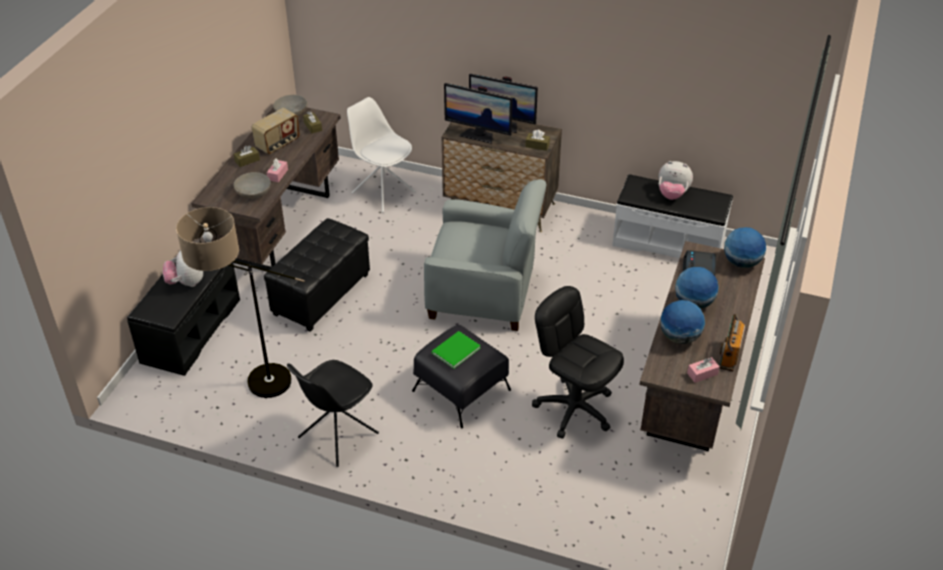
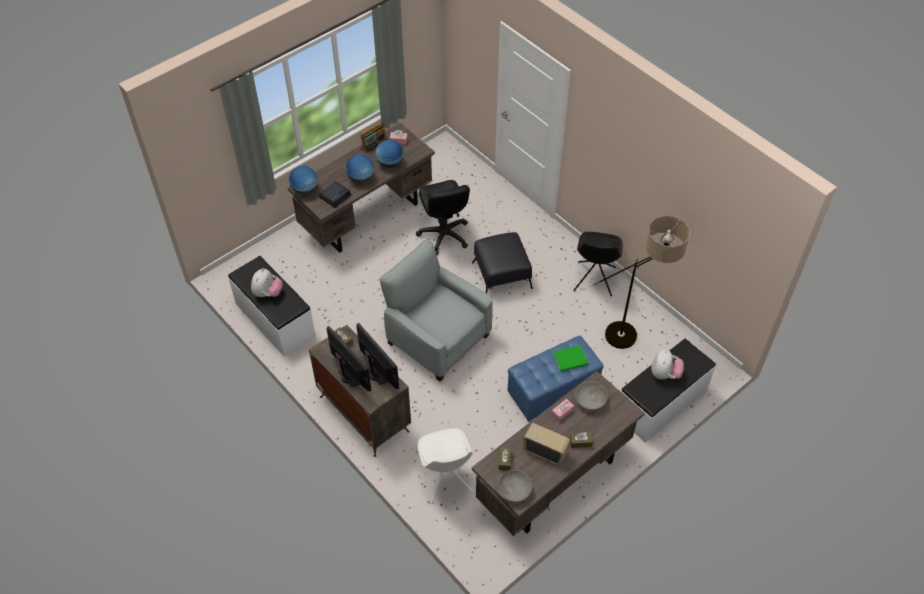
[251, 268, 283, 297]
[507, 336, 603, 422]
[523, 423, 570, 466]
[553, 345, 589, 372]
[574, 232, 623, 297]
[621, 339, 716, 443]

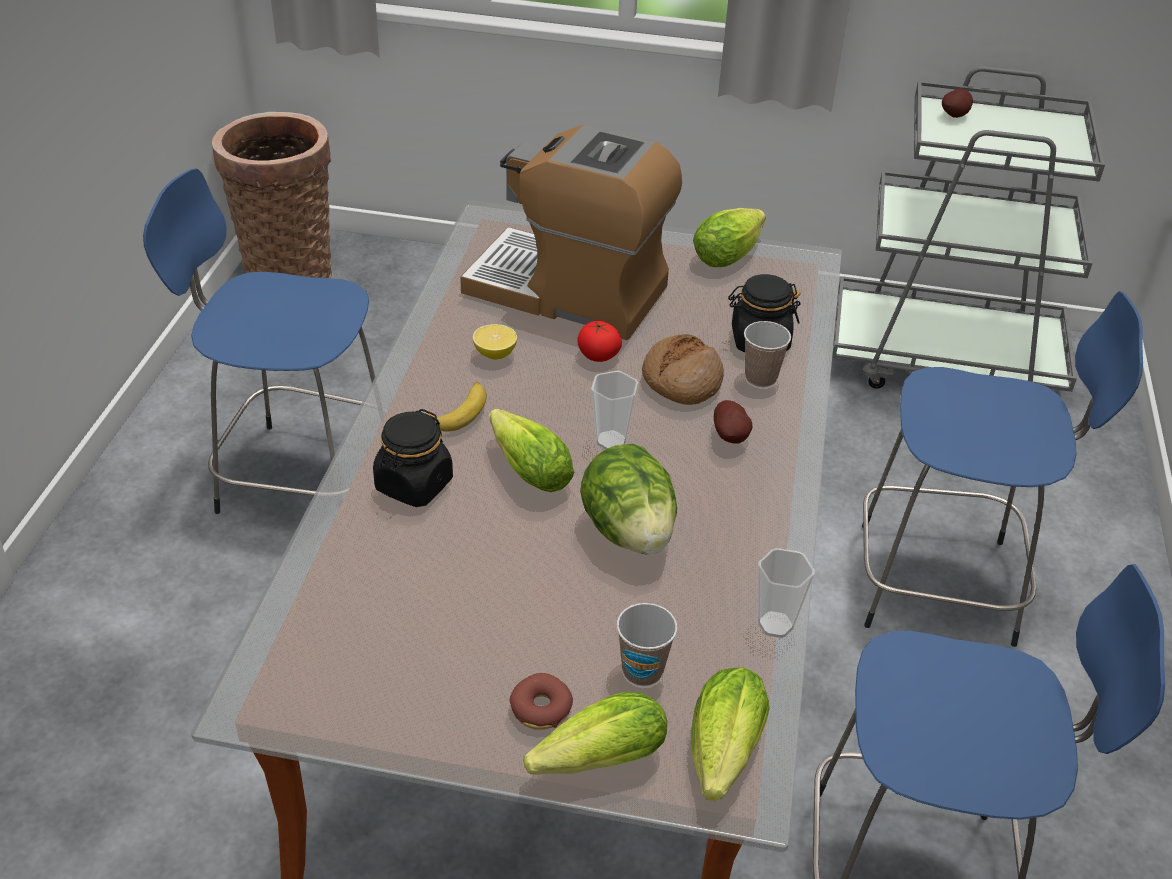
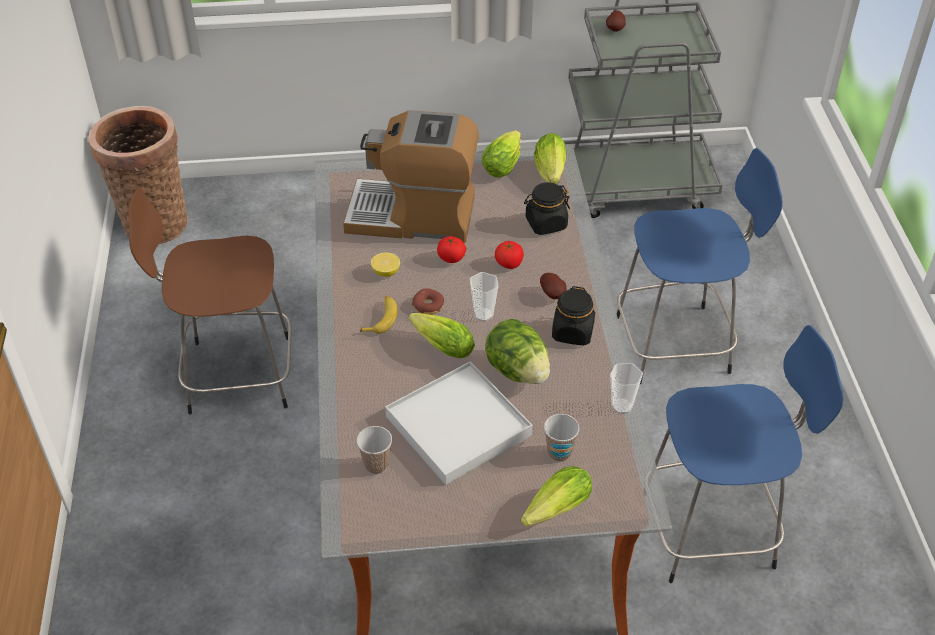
[128, 186, 292, 414]
[357, 426, 392, 474]
[385, 361, 533, 485]
[412, 288, 444, 315]
[495, 241, 524, 269]
[534, 133, 566, 184]
[552, 286, 595, 345]

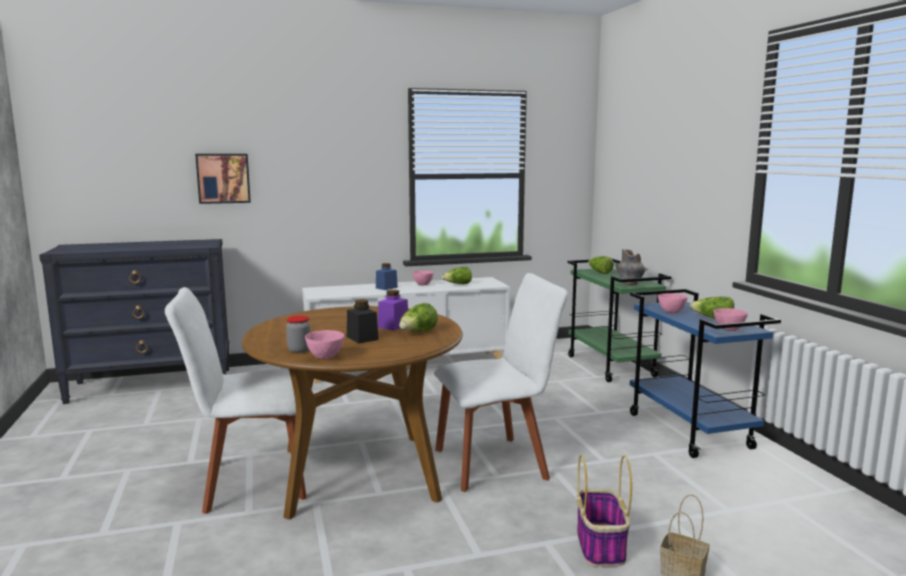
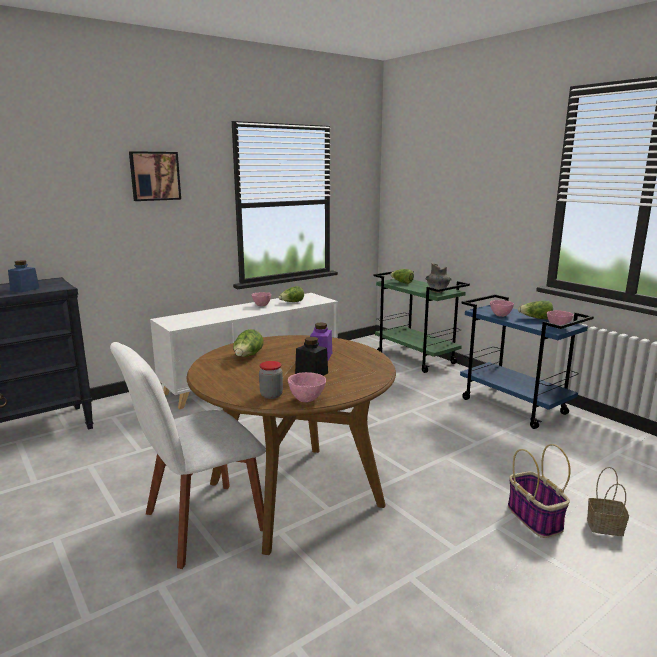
[8, 260, 39, 292]
[129, 151, 181, 201]
[233, 329, 264, 357]
[434, 273, 568, 492] (first image)

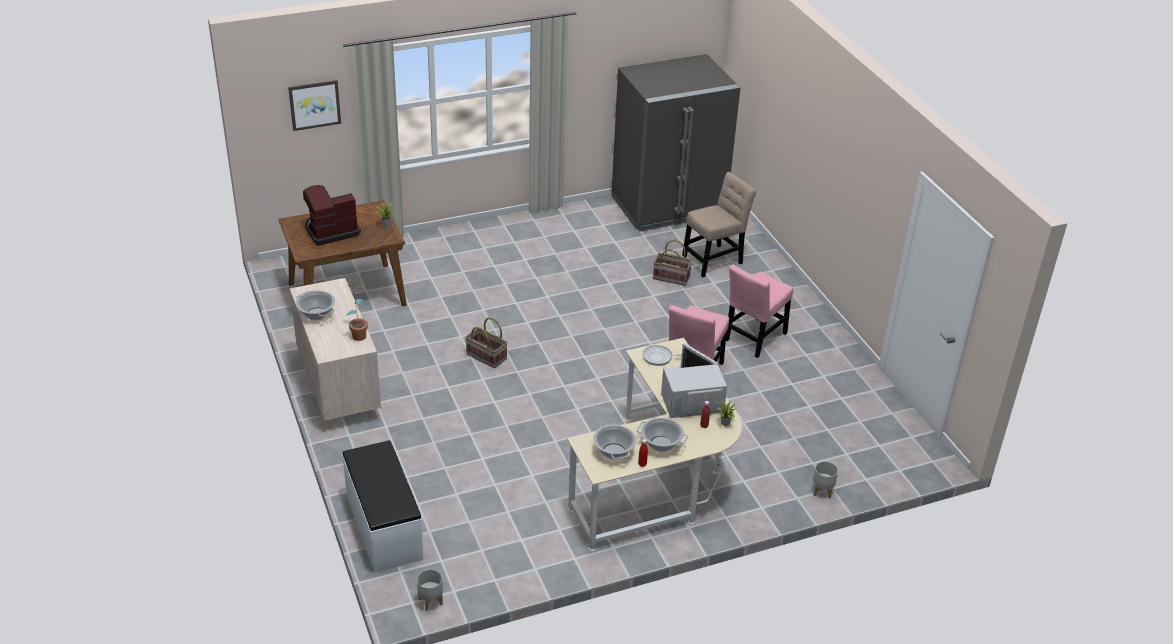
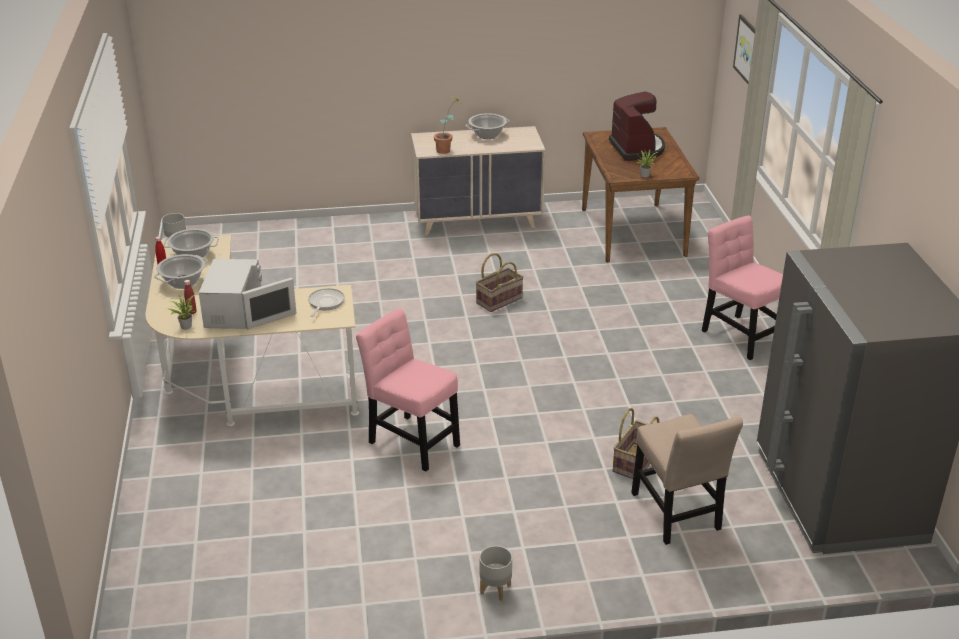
[480, 546, 512, 601]
[702, 215, 783, 360]
[342, 440, 424, 573] (first image)

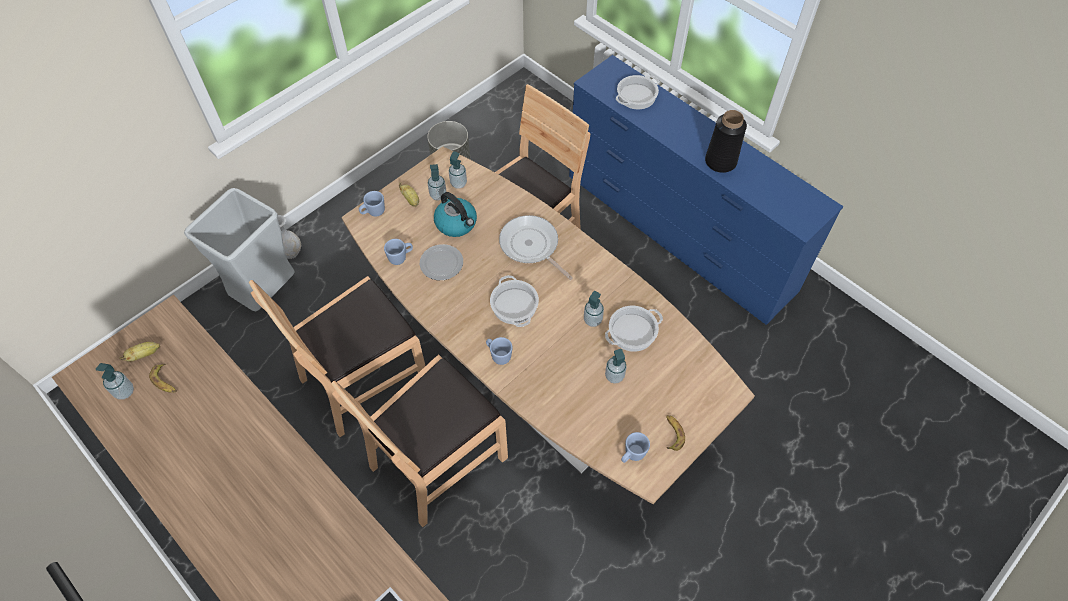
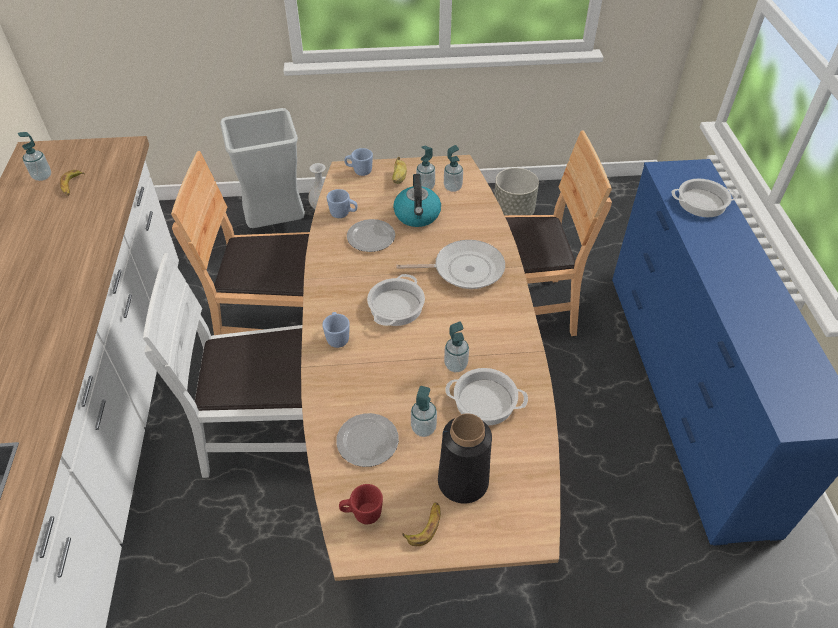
[143, 253, 307, 478]
[336, 413, 399, 467]
[339, 484, 383, 524]
[396, 240, 505, 289]
[438, 413, 492, 504]
[120, 342, 160, 362] (first image)

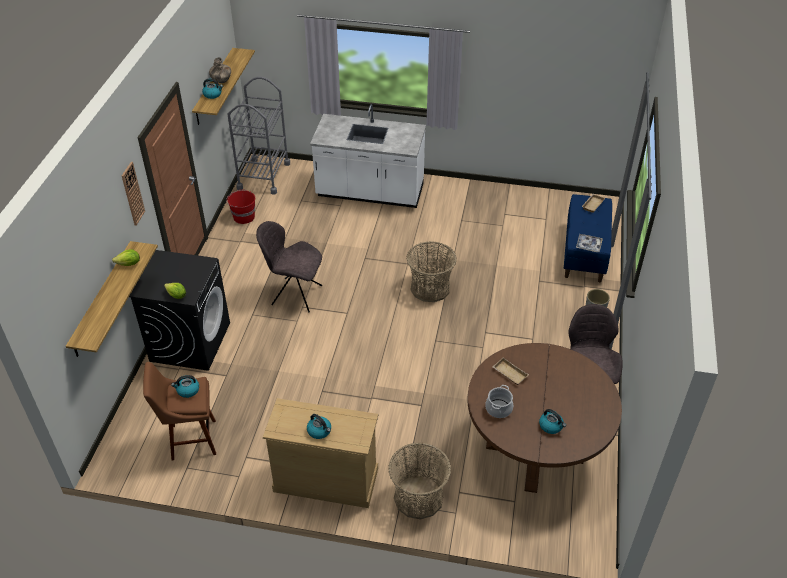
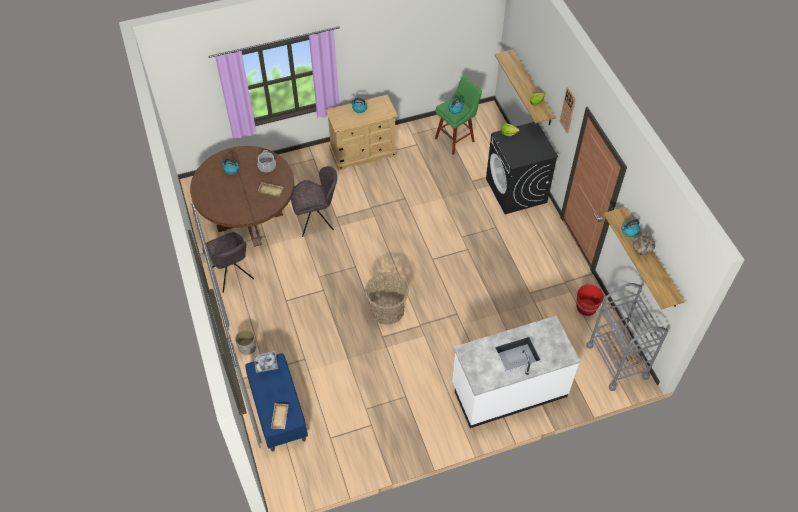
[291, 166, 337, 237]
[435, 76, 482, 155]
[388, 442, 451, 520] (first image)

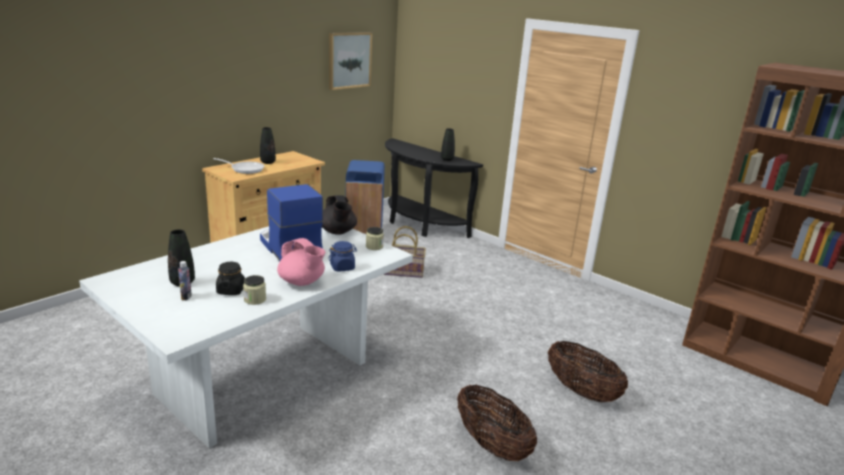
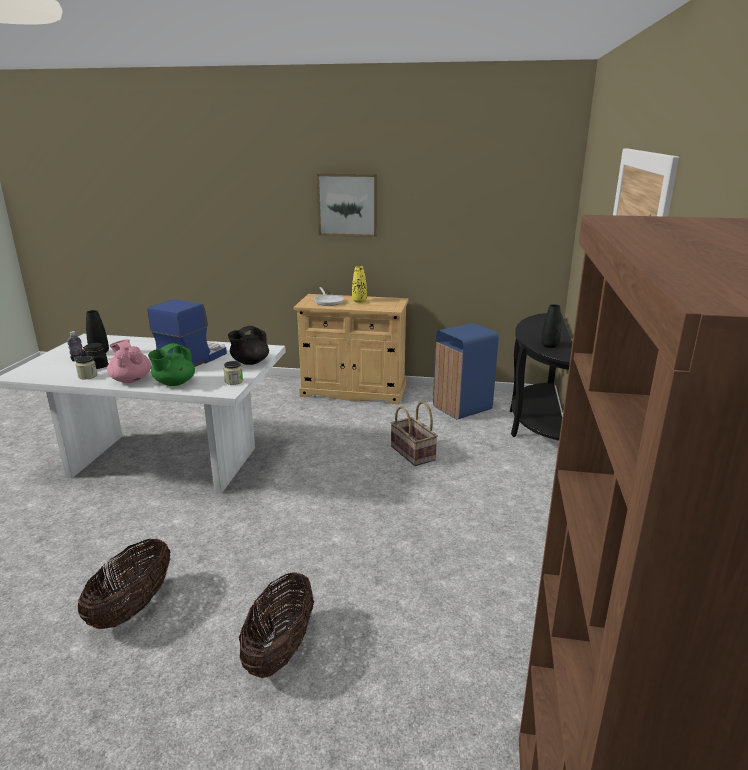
[107, 339, 152, 383]
[148, 343, 195, 386]
[317, 173, 377, 237]
[352, 266, 367, 303]

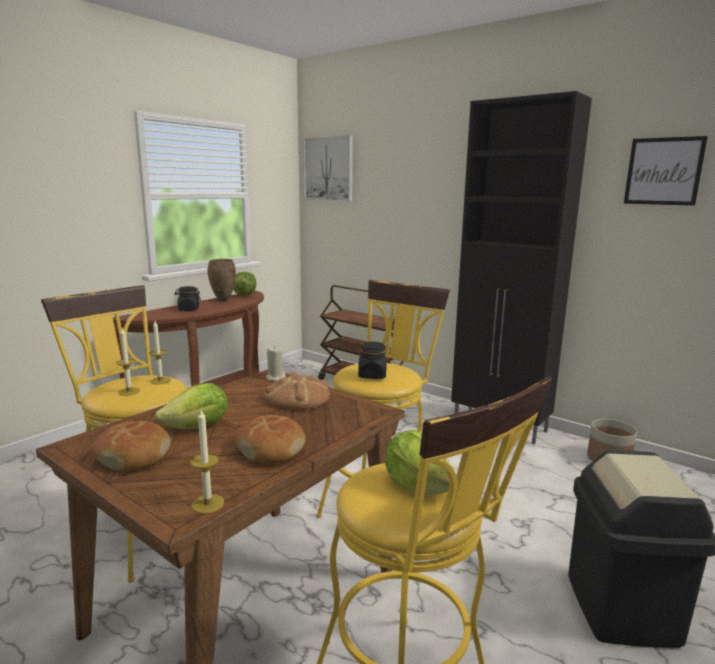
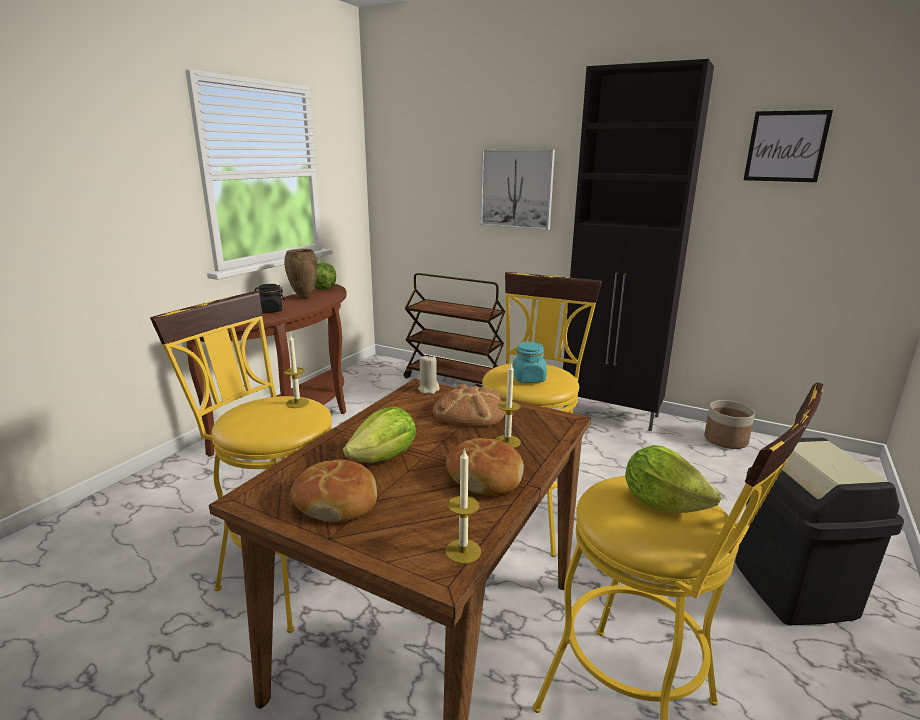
[480, 149, 555, 230]
[496, 364, 521, 448]
[513, 342, 547, 383]

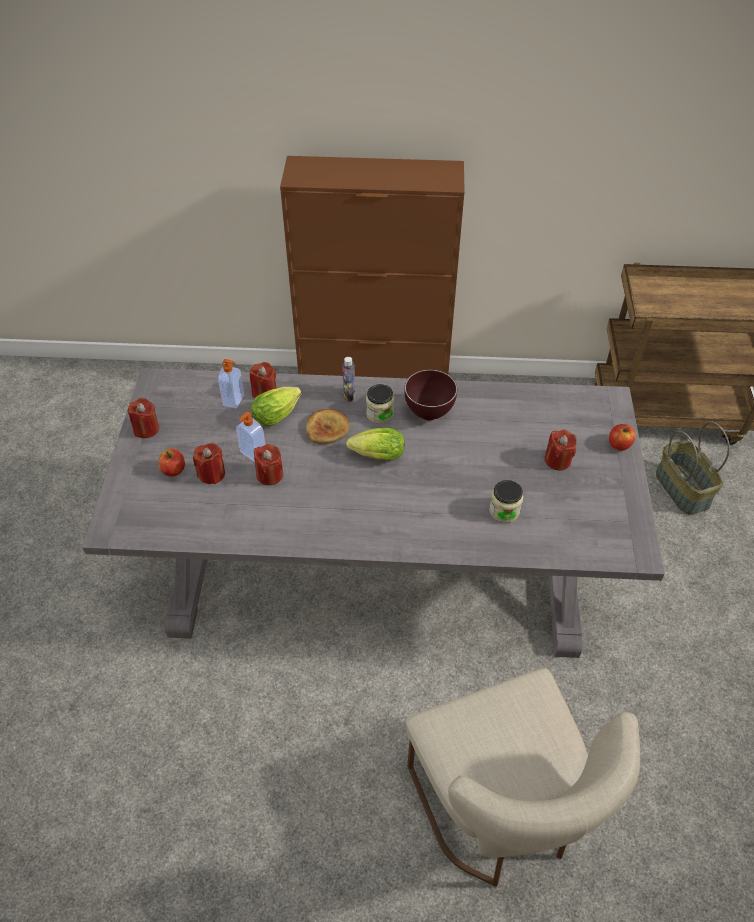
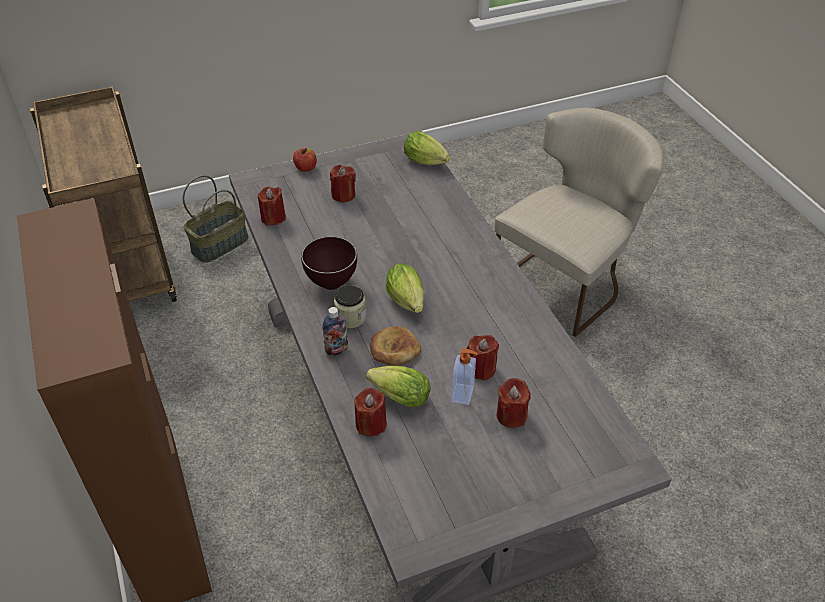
[258, 187, 286, 225]
[404, 131, 450, 165]
[159, 448, 185, 477] (first image)
[218, 359, 244, 409] (first image)
[489, 480, 523, 523] (first image)

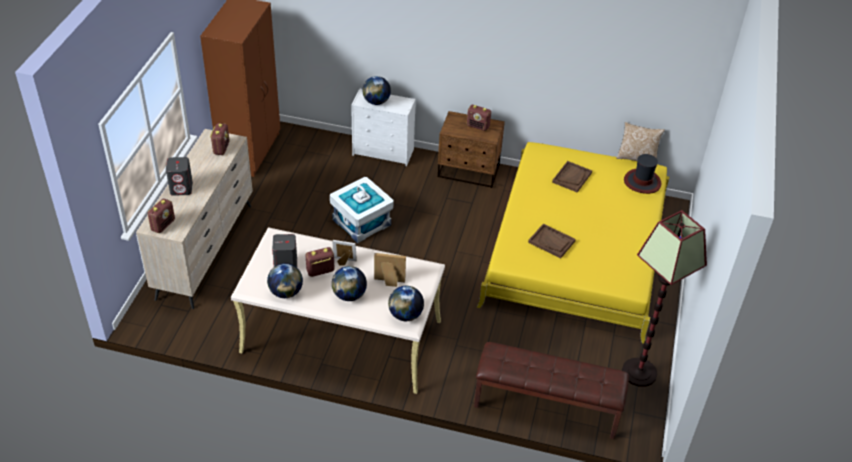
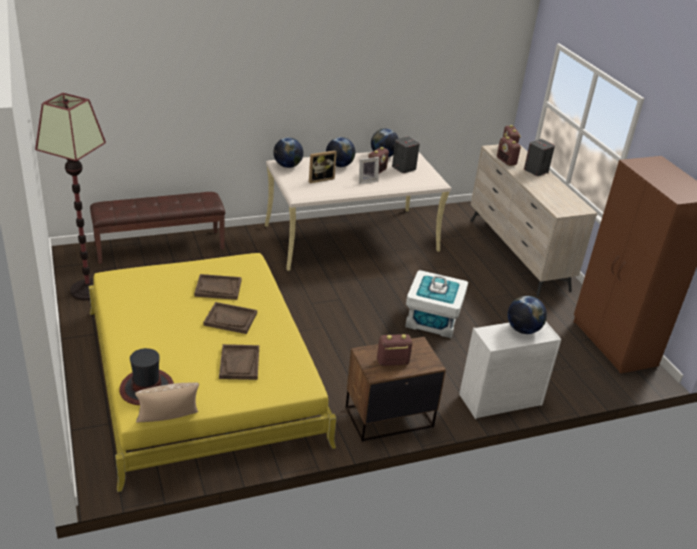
[203, 302, 257, 334]
[497, 136, 521, 166]

